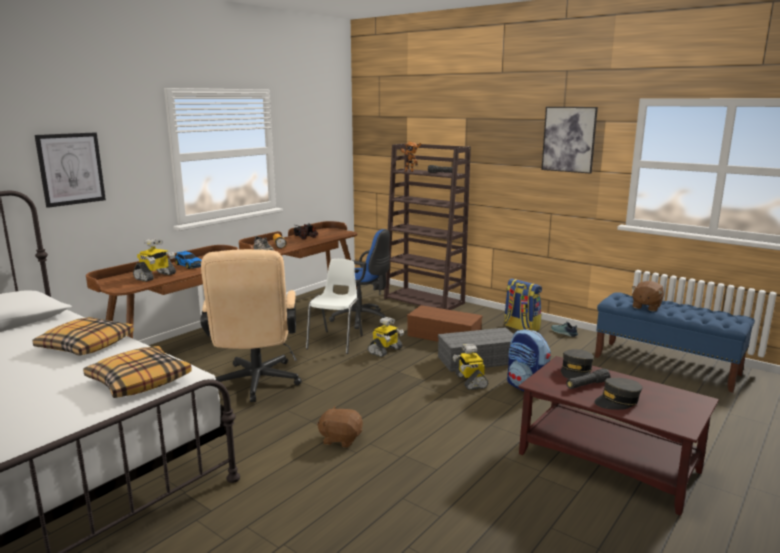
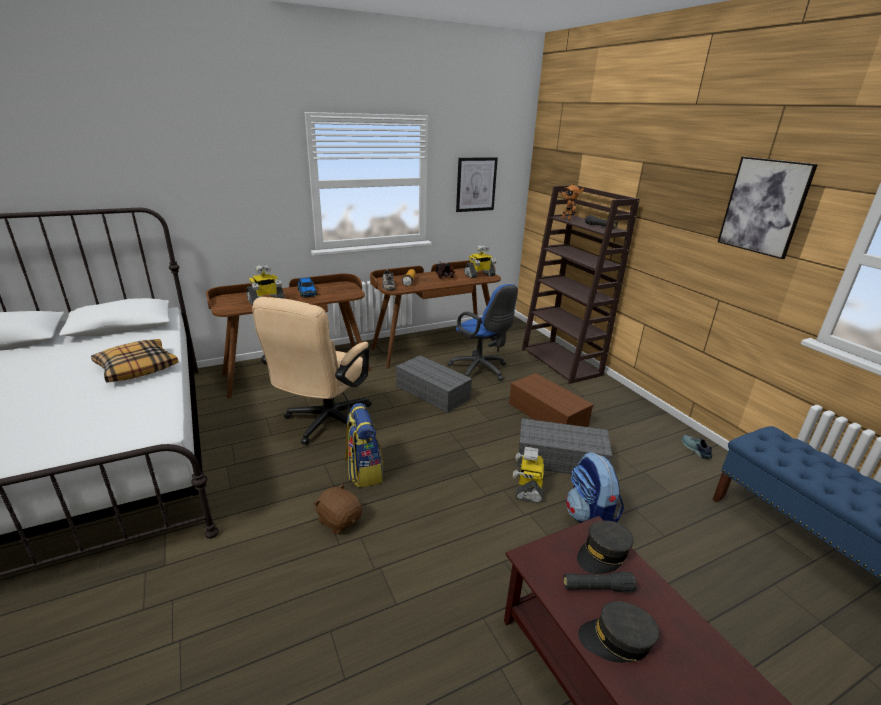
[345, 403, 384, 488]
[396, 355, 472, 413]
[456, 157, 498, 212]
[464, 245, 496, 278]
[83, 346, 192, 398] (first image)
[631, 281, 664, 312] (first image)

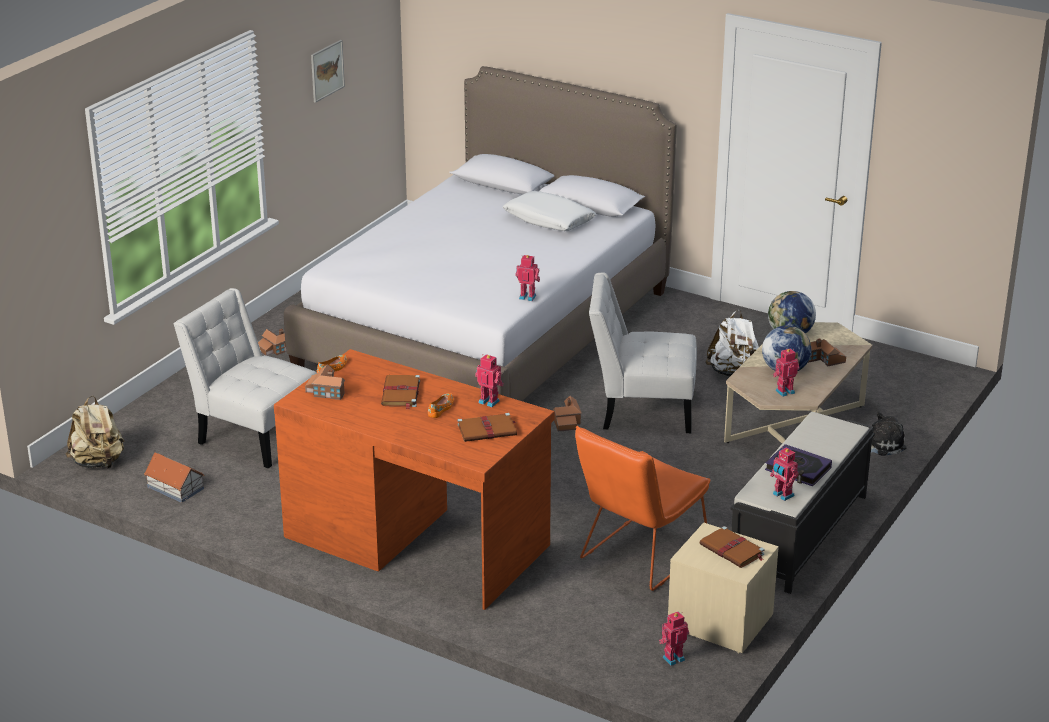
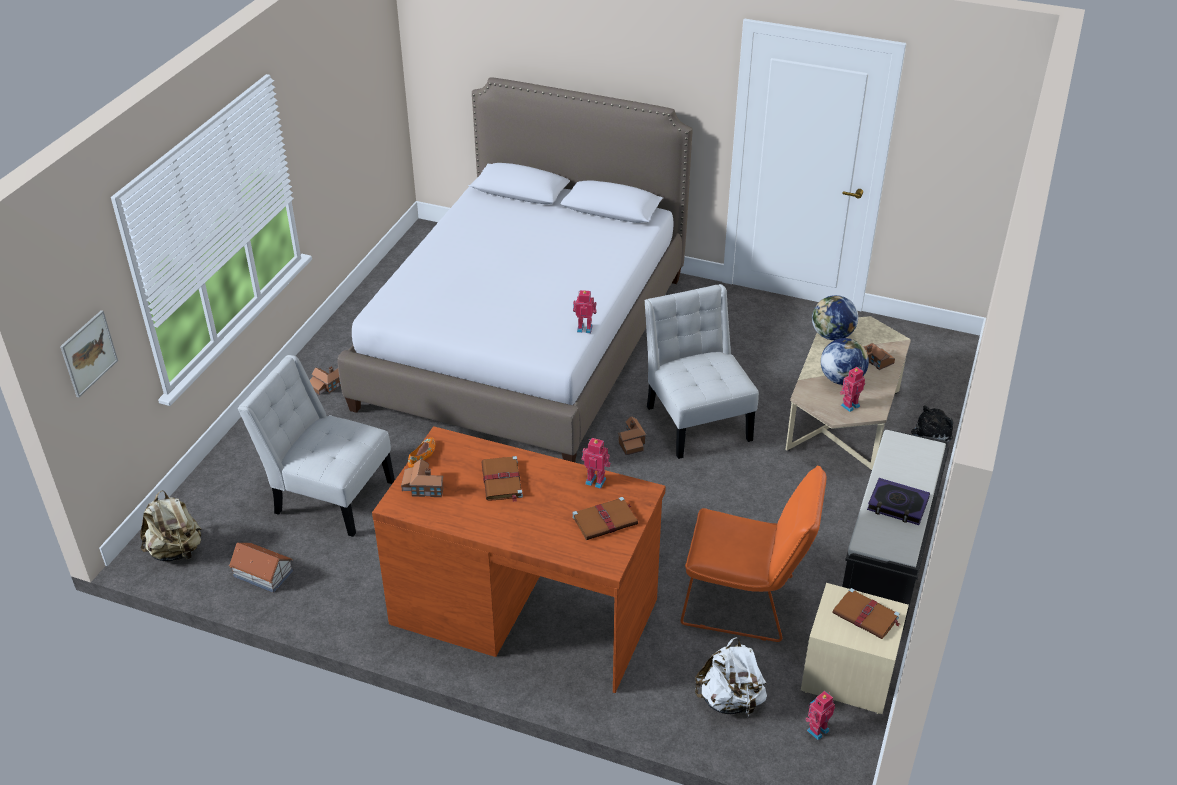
[60, 310, 118, 397]
[645, 284, 759, 459]
[681, 465, 826, 642]
[695, 637, 767, 716]
[428, 393, 454, 418] (first image)
[503, 191, 596, 231] (first image)
[770, 447, 799, 501] (first image)

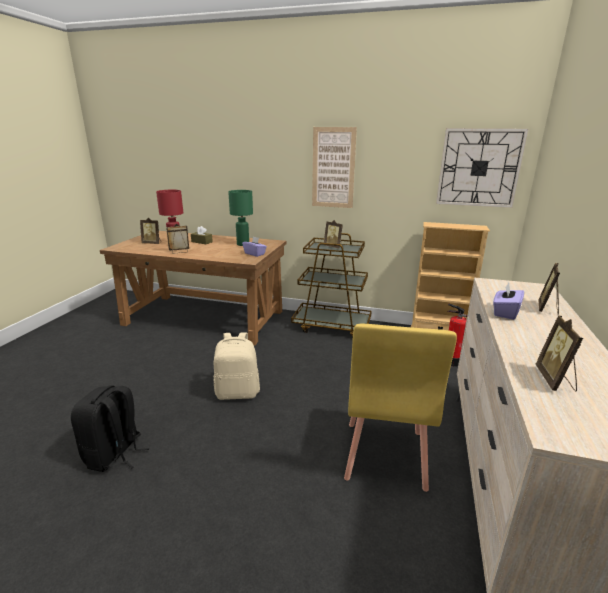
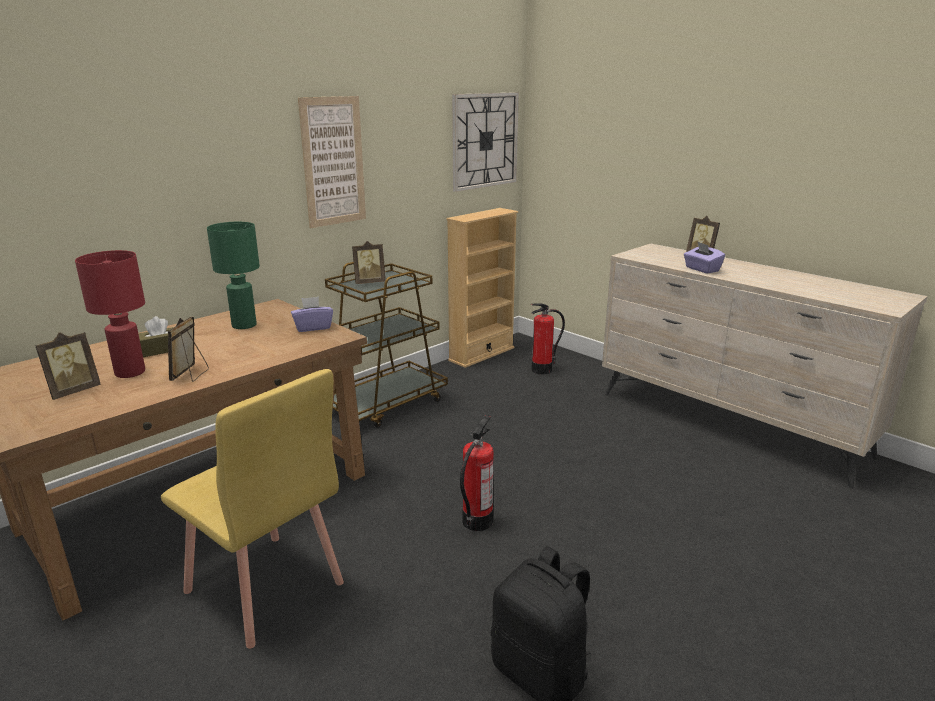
[161, 369, 344, 649]
[460, 416, 494, 531]
[536, 315, 583, 392] (first image)

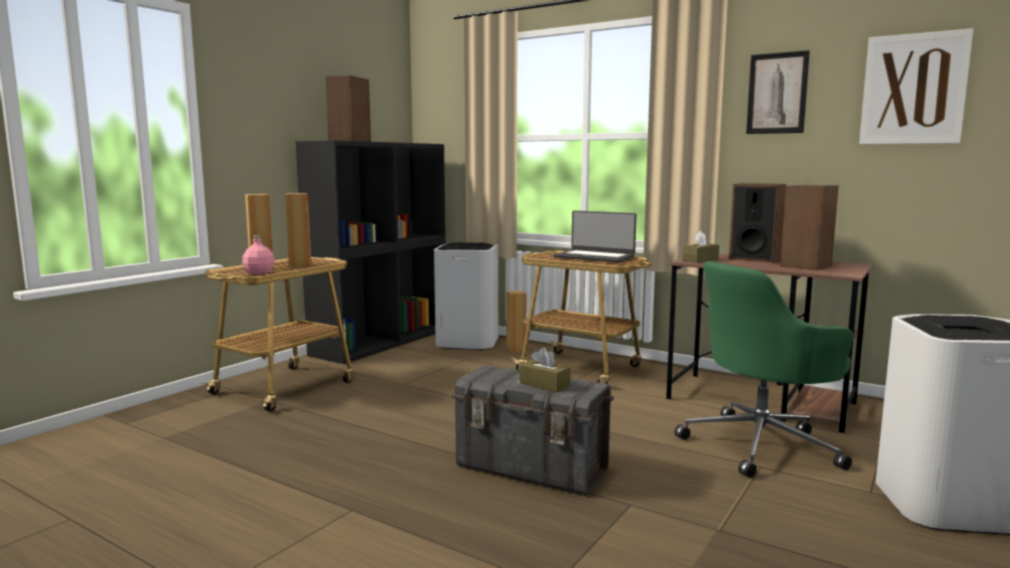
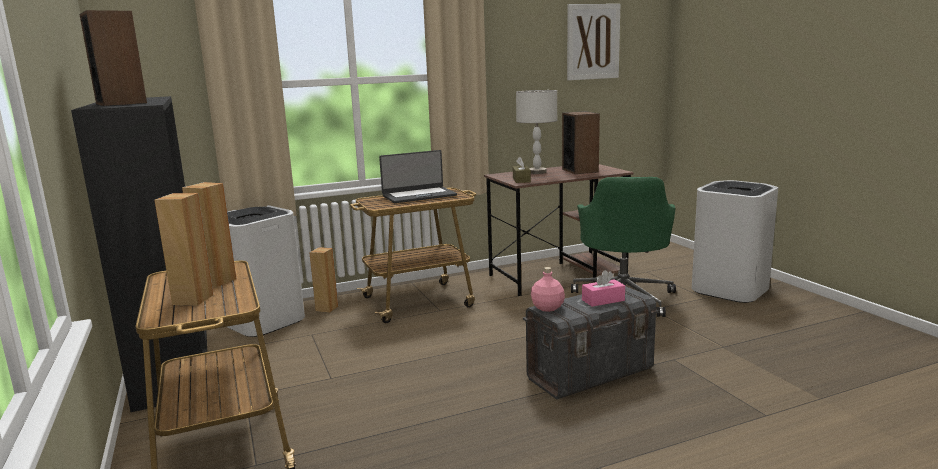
[516, 90, 557, 174]
[531, 267, 565, 312]
[582, 270, 625, 307]
[746, 50, 810, 134] (first image)

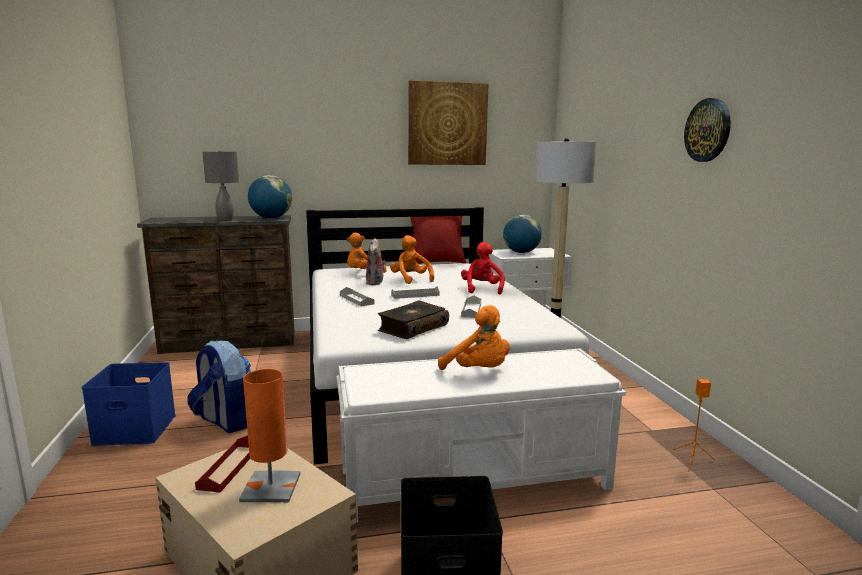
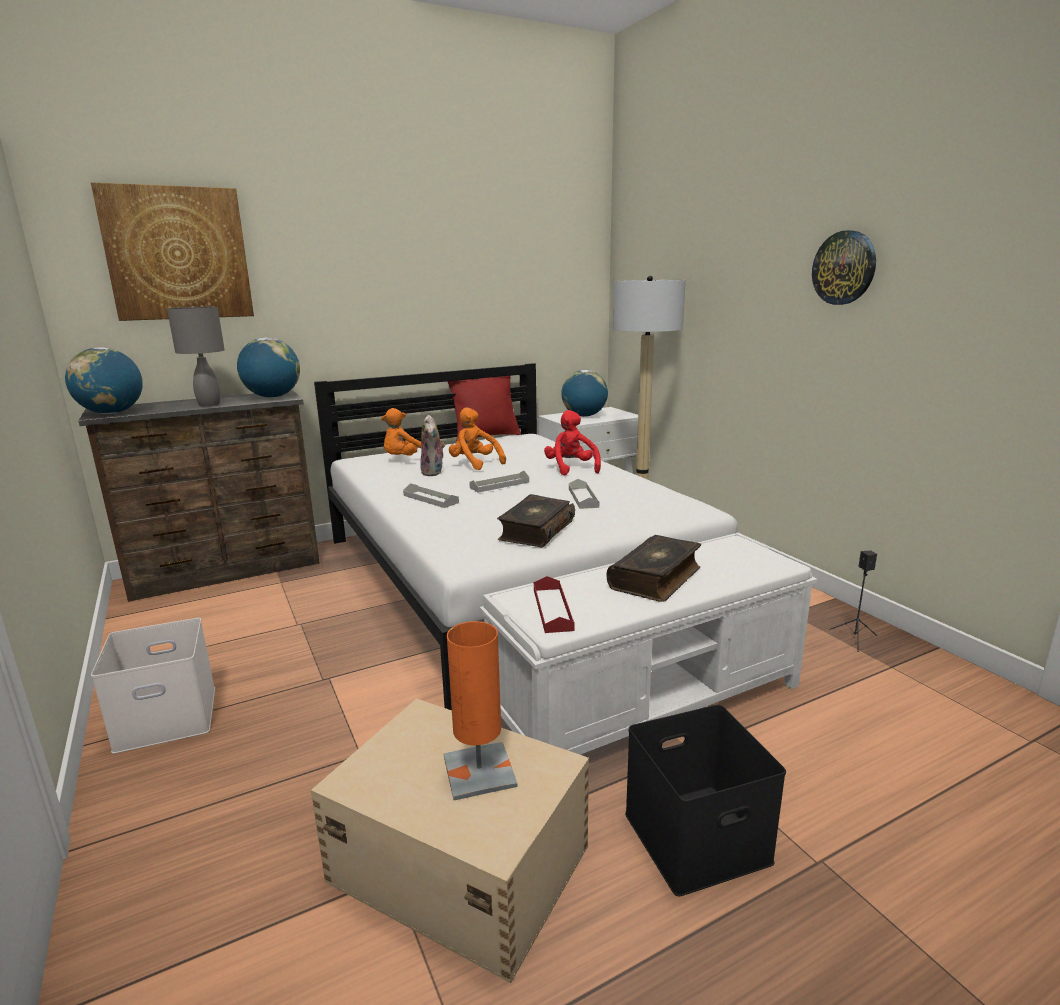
[65, 347, 143, 414]
[91, 182, 254, 321]
[91, 618, 215, 754]
[534, 576, 575, 633]
[607, 535, 701, 602]
[829, 550, 877, 652]
[187, 340, 251, 433] (first image)

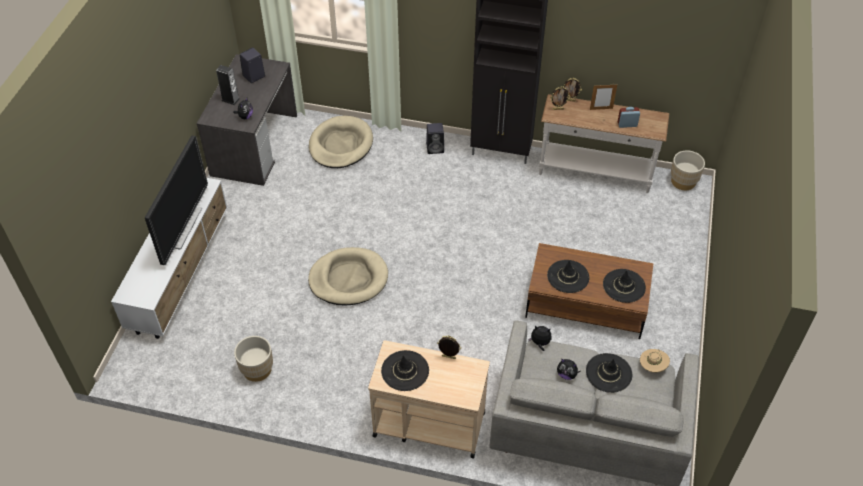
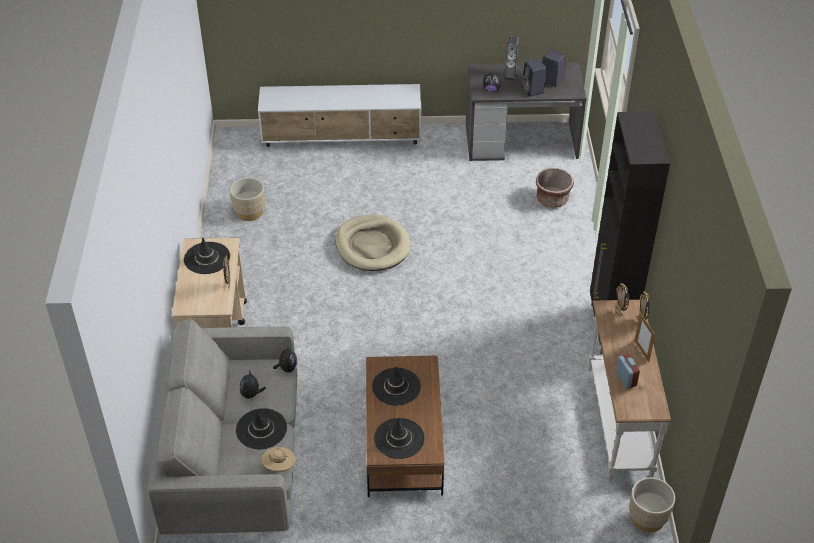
[522, 59, 546, 96]
[536, 168, 574, 208]
[145, 136, 208, 265] (first image)

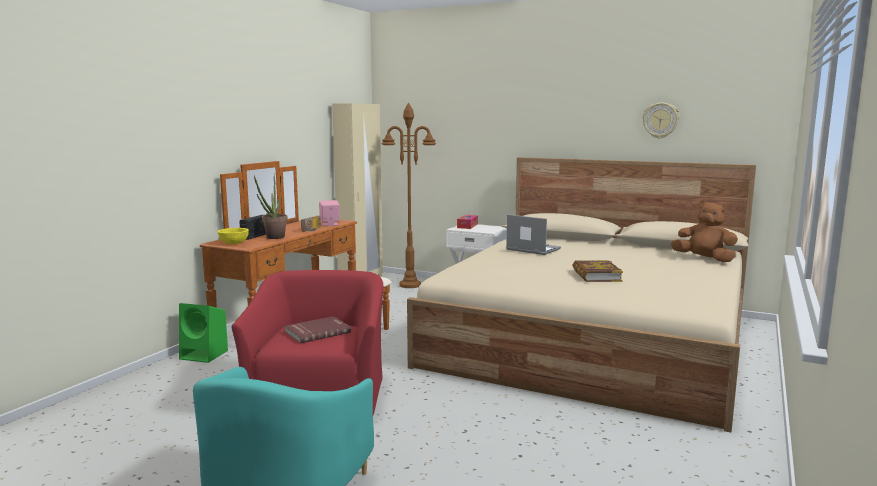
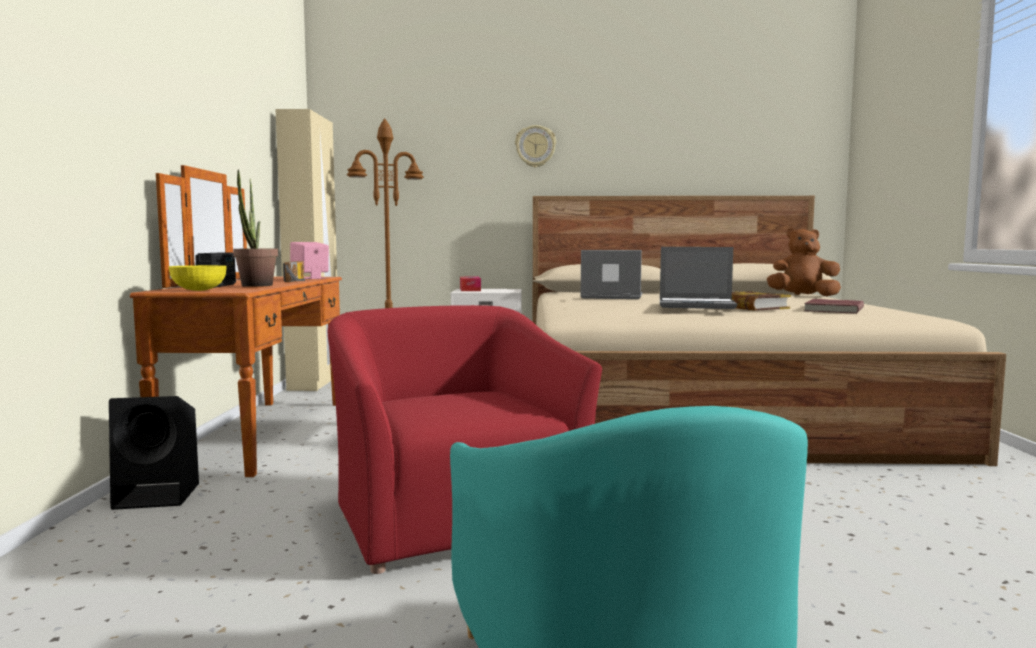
[109, 396, 199, 510]
[515, 125, 556, 168]
[660, 247, 737, 309]
[804, 299, 864, 314]

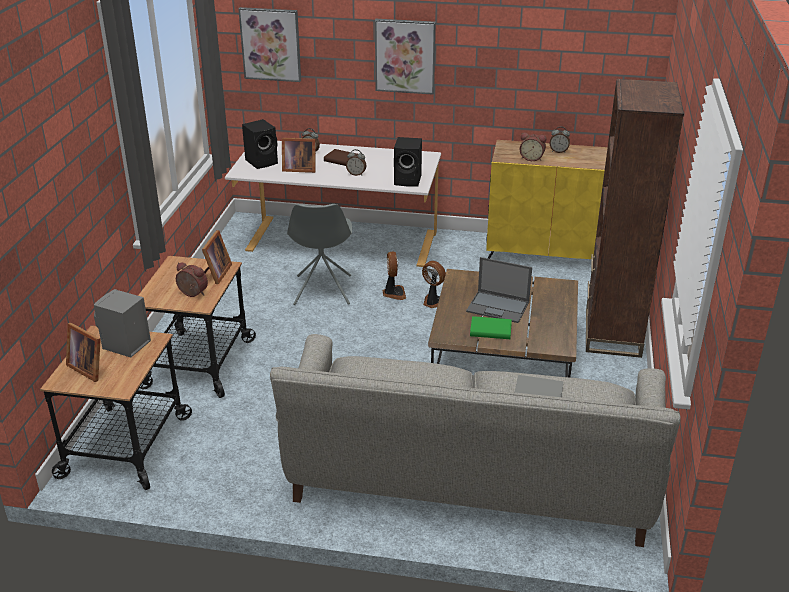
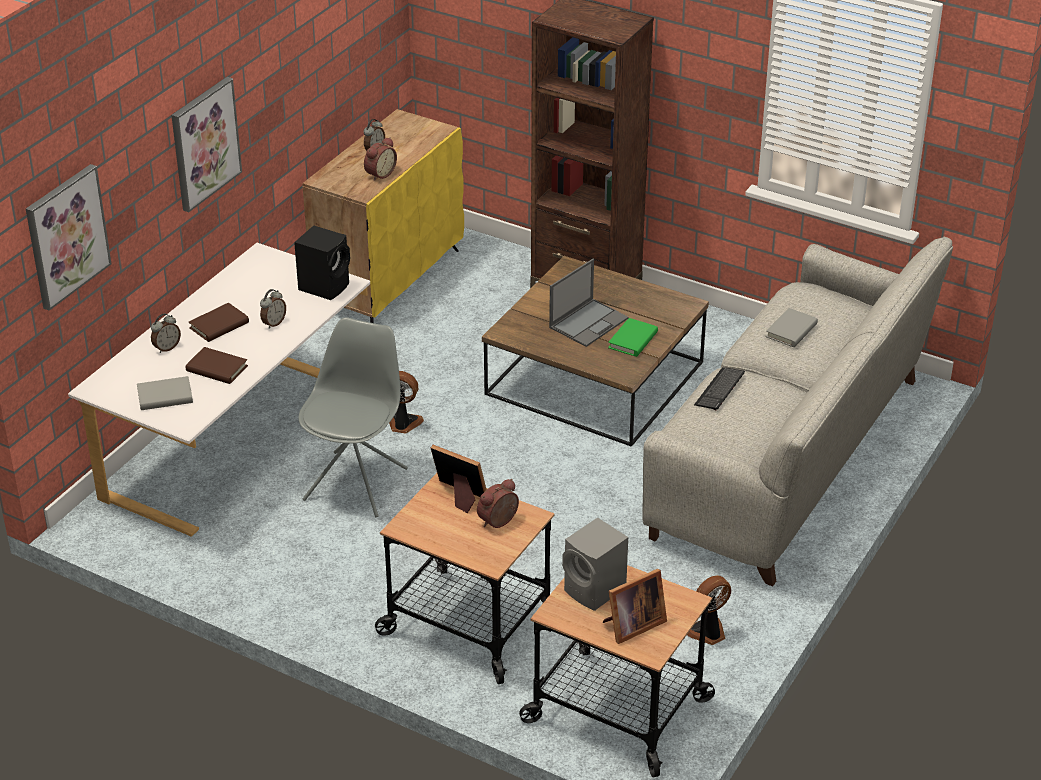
[137, 376, 193, 410]
[186, 347, 248, 384]
[299, 317, 408, 517]
[687, 575, 731, 645]
[694, 367, 745, 410]

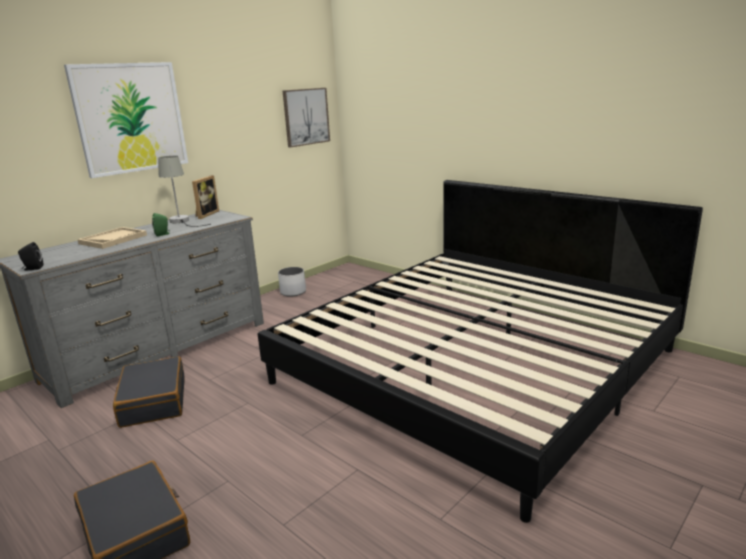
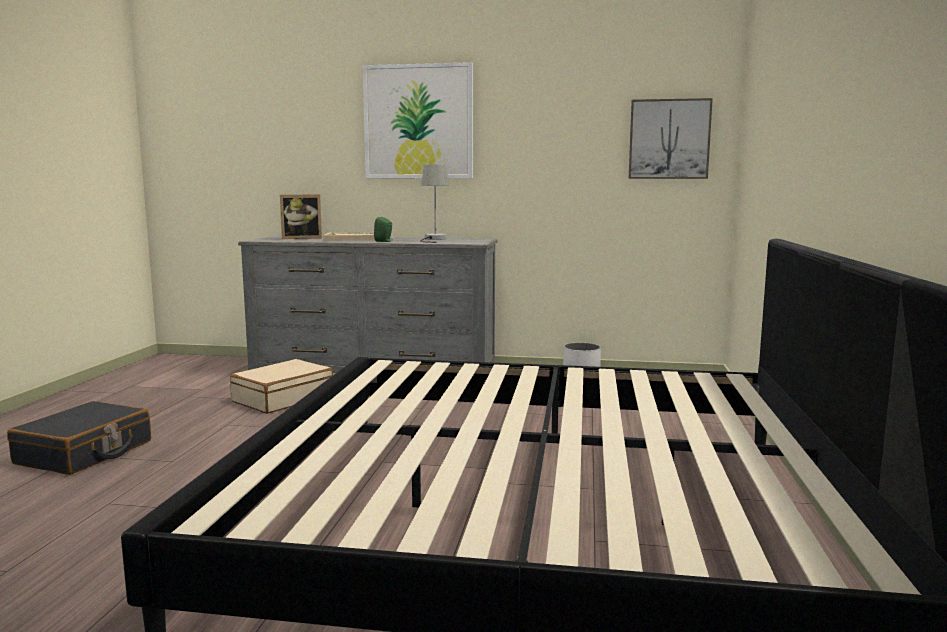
[230, 359, 333, 414]
[280, 195, 322, 239]
[18, 242, 43, 270] (first image)

